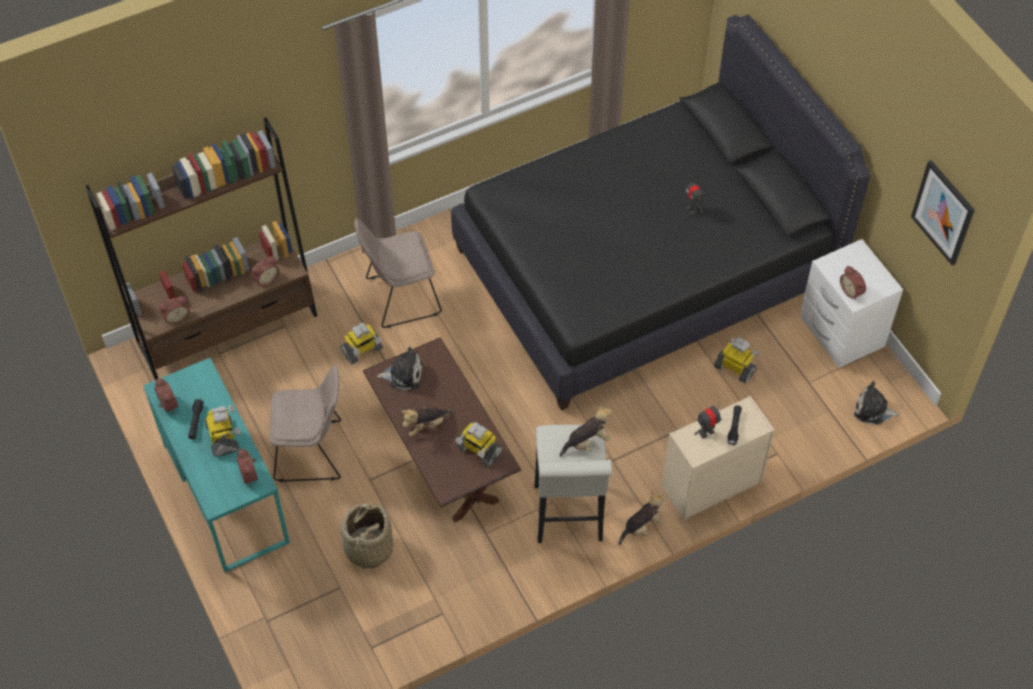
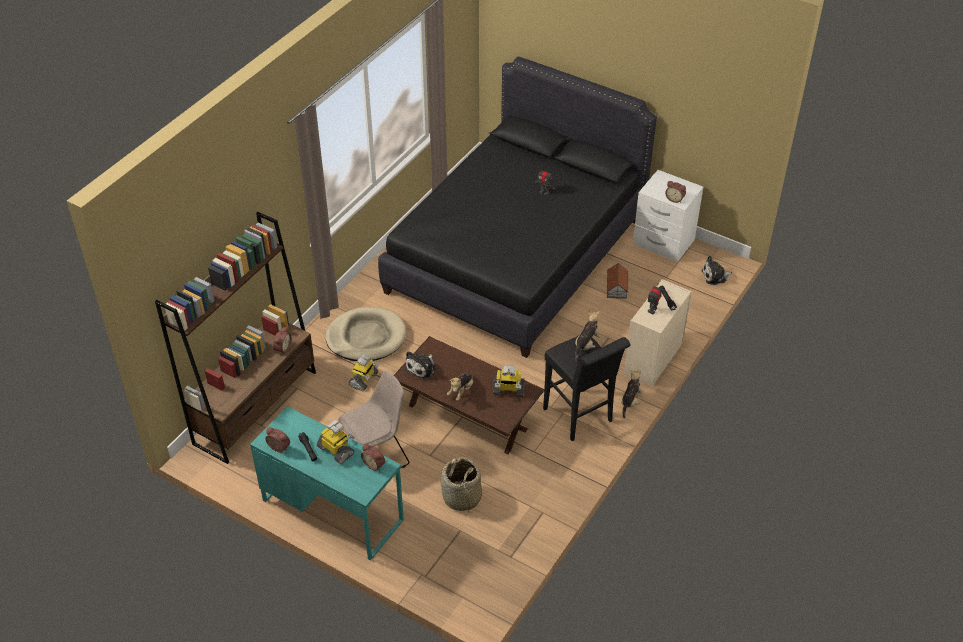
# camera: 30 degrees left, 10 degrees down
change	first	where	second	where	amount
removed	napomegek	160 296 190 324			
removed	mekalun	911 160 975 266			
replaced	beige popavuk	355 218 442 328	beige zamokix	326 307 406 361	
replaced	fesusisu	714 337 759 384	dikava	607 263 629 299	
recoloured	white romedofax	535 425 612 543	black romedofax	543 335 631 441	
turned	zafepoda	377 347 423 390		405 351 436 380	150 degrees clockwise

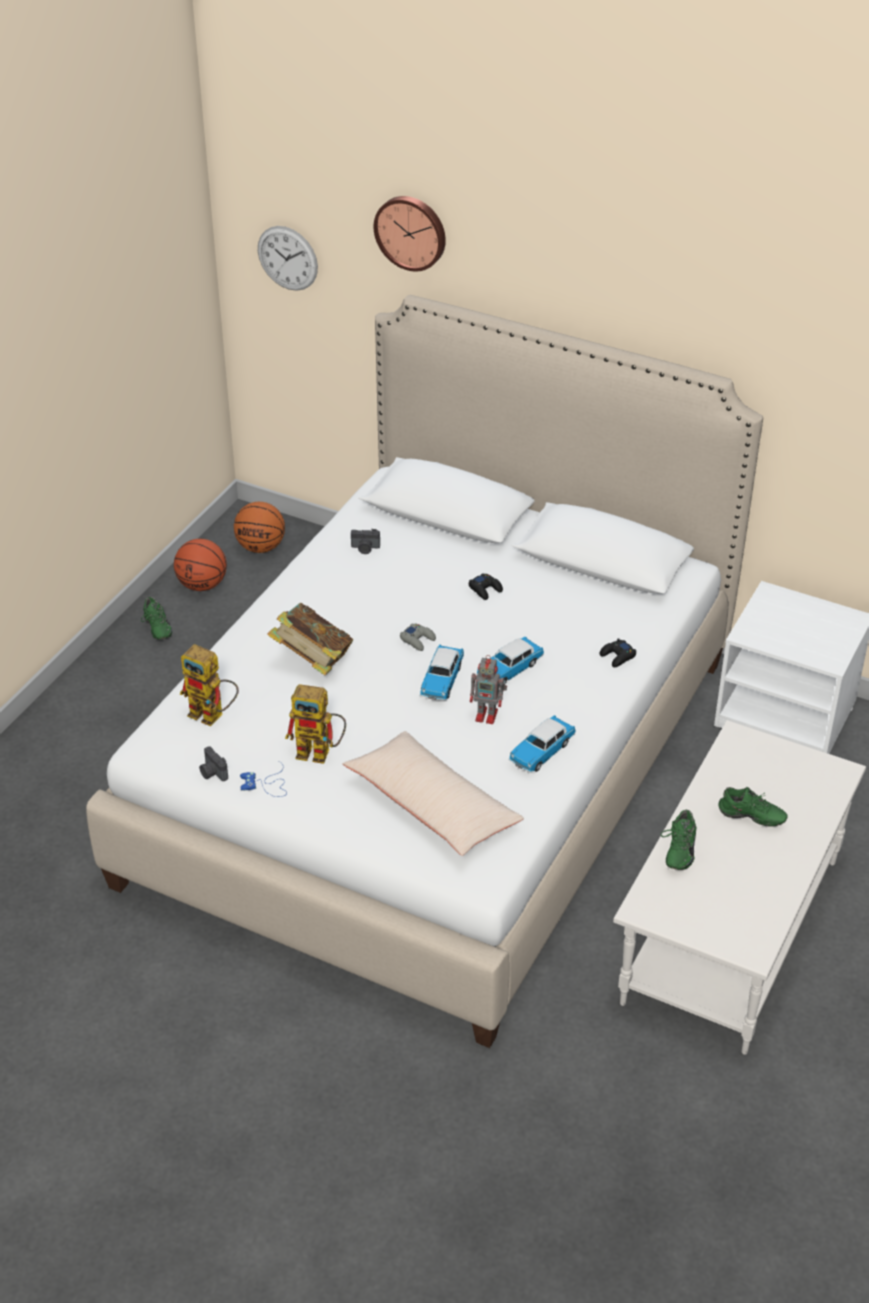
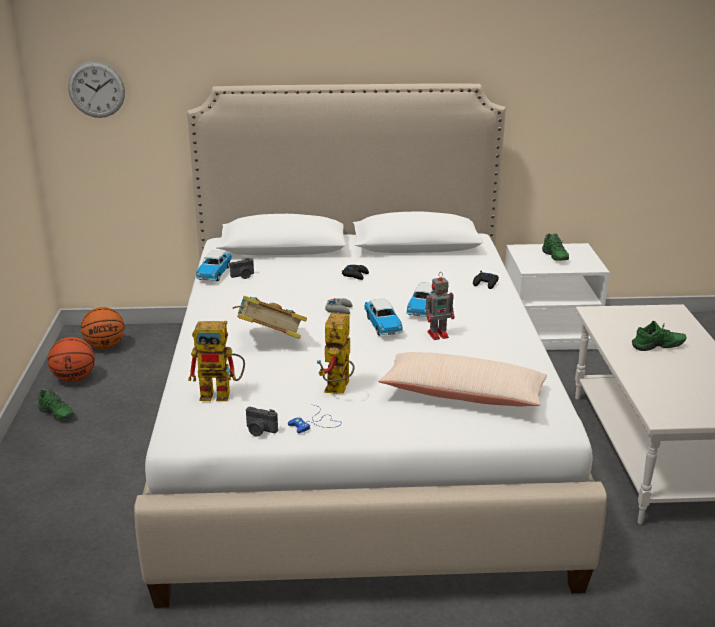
# camera: 30 degrees left, 15 degrees down
change	first	where	second	where	amount
removed	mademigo	374 196 446 271			
moved	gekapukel	509 715 576 773		196 250 232 281	
moved	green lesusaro	661 810 696 870		542 233 569 261	
turned	fesusisu	285 684 346 764		317 312 355 394	120 degrees clockwise

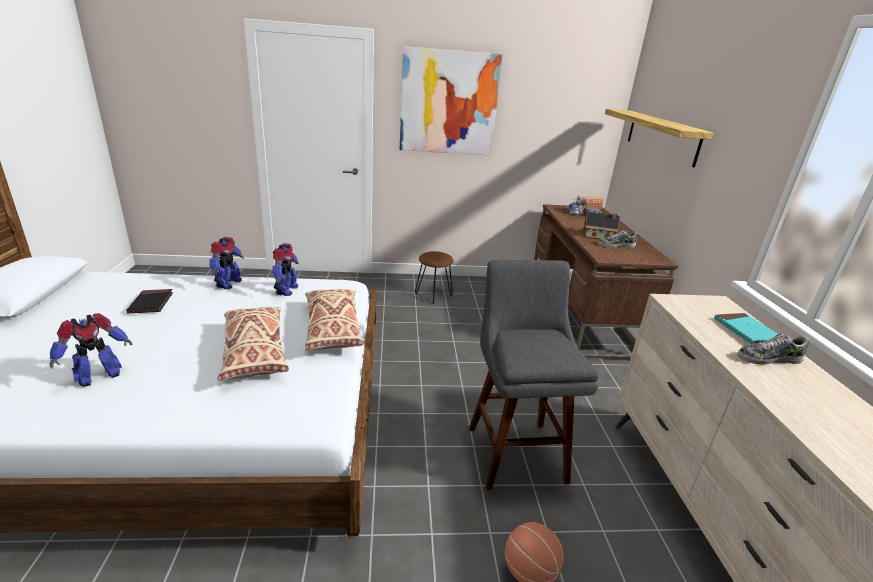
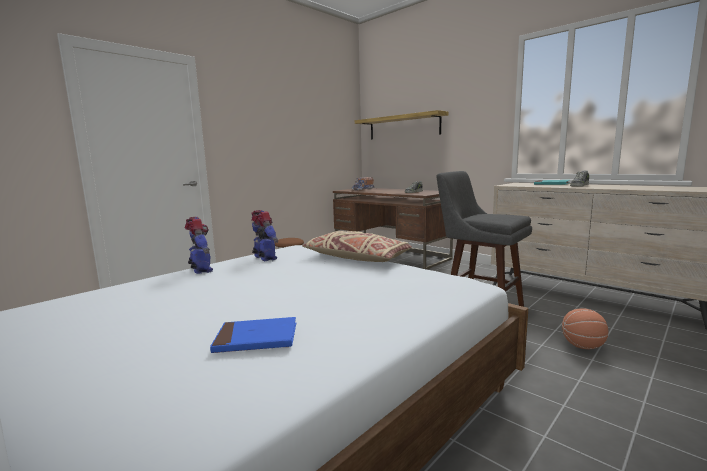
# camera: 40 degrees left, 15 degrees down
change	first	where	second	where	amount
removed	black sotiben	127 289 173 314			
removed	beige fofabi	218 307 289 381			
removed	mekalun	400 46 503 155			
removed	dikava	583 212 620 239			
replaced	fesusisu	49 313 132 387	blue sotiben	210 317 296 353	

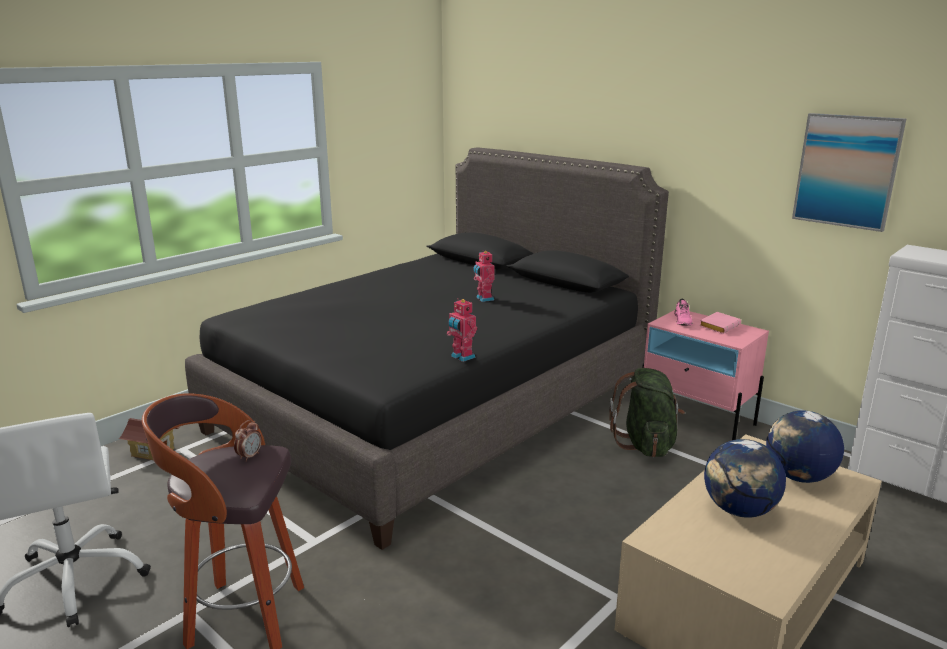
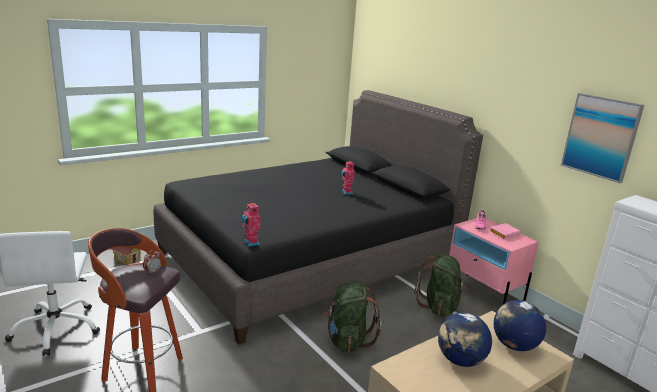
# camera: 10 degrees right, 0 degrees up
change	first	where	second	where	amount
added			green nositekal	323 281 382 352	
moved	fesusisu	447 298 477 362		242 202 260 247	

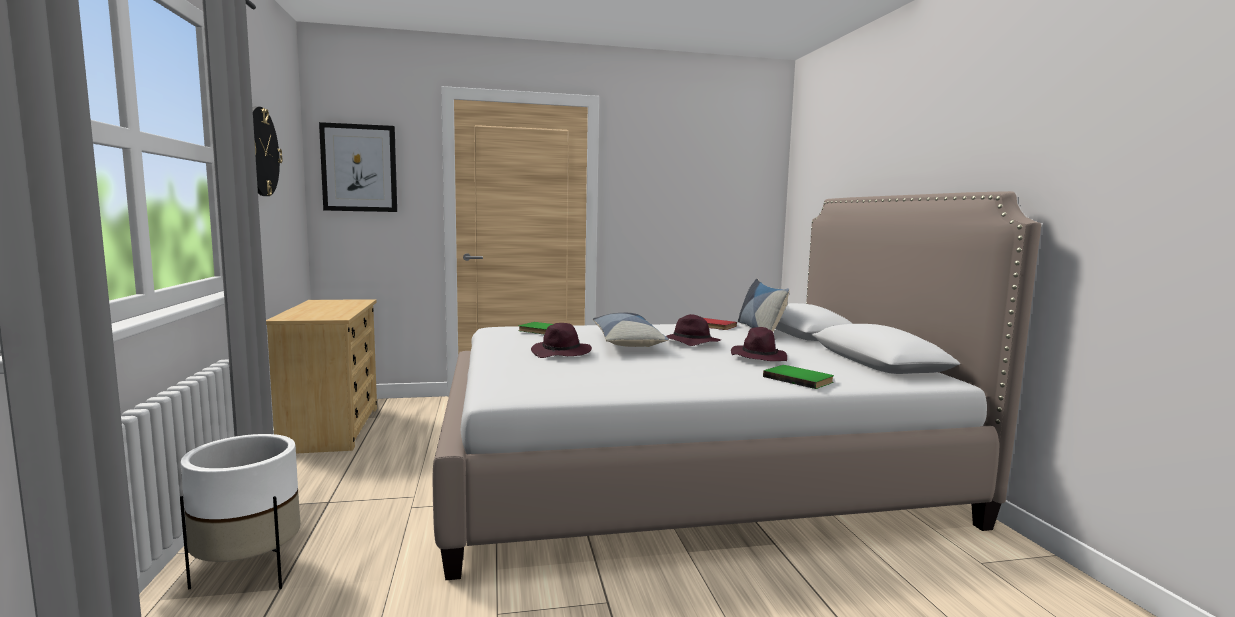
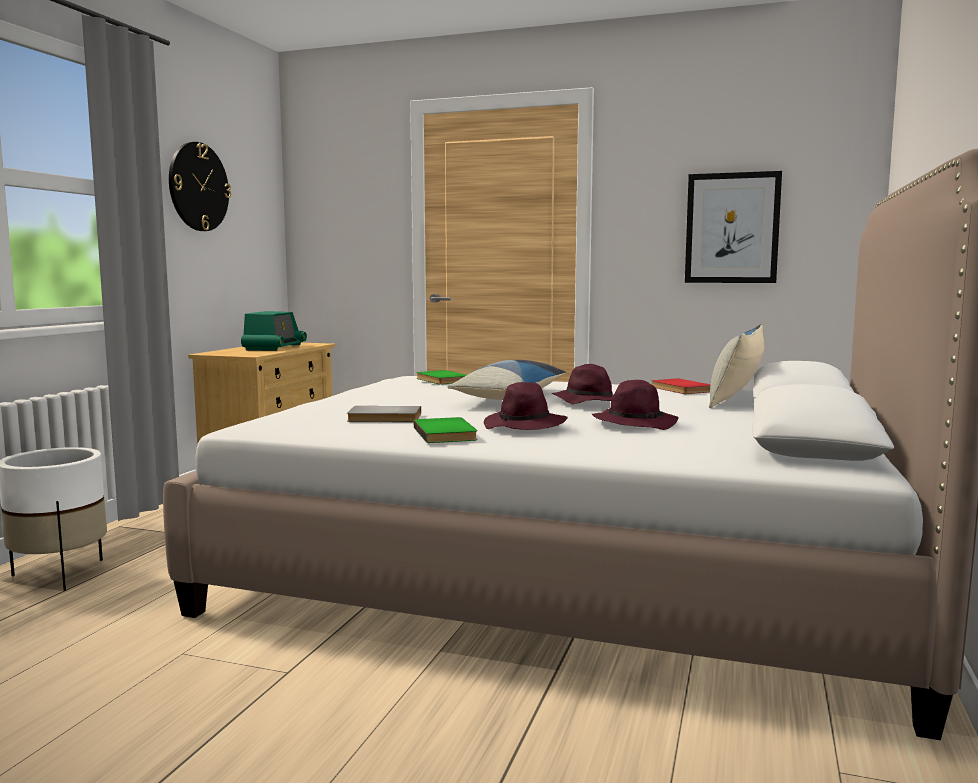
# camera: 30 degrees right, 0 degrees up
change	first	where	second	where	amount
added			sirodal	241 311 307 351	
added			grey sotiben	347 406 421 422	
moved	mekalun	319 122 397 212		685 171 782 283	
moved	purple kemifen	531 323 592 358		484 382 568 430	
moved	green sotiben	763 365 834 389		413 417 478 443	

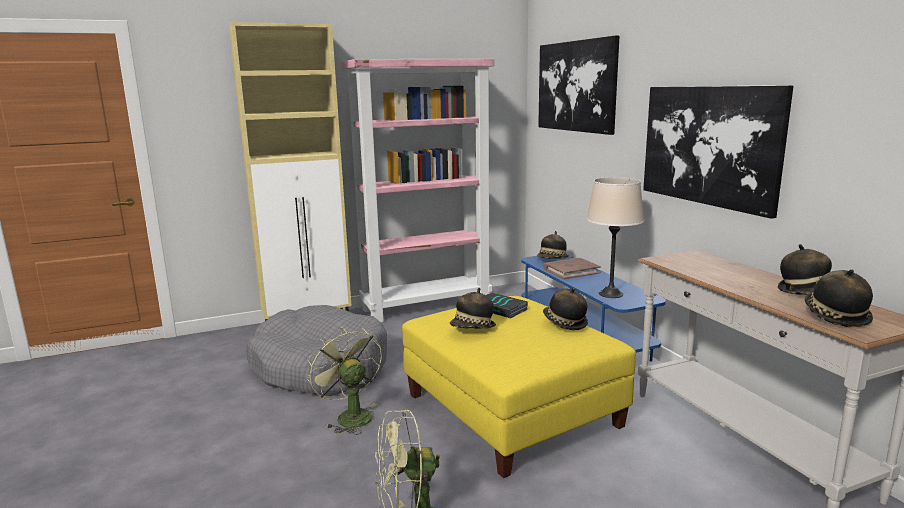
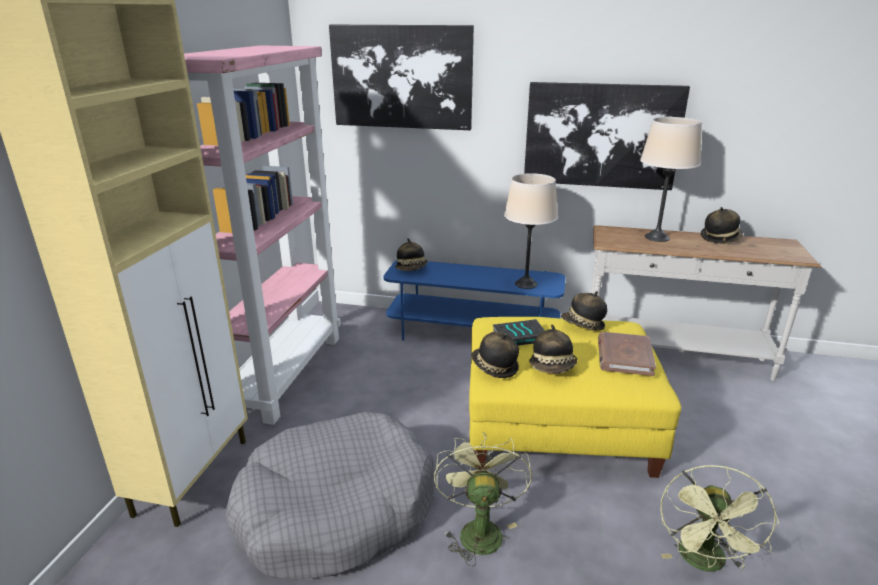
# camera: 55 degrees left, 10 degrees up
change	first	where	second	where	amount
added			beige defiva	640 117 702 242	
moved	brown sotiben	544 258 601 279		598 332 656 376	
moved	kemifen	804 269 873 327		471 332 519 378	
turned	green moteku	306 327 382 435		434 432 532 566	90 degrees clockwise

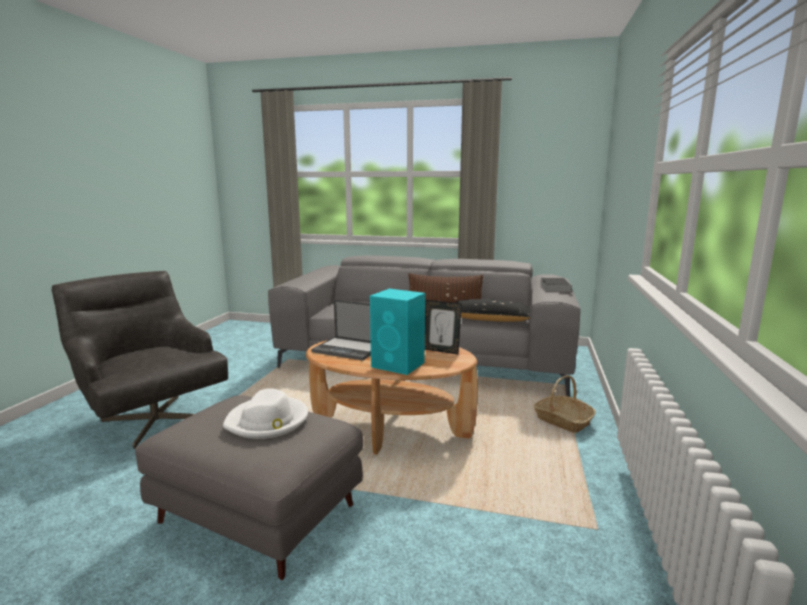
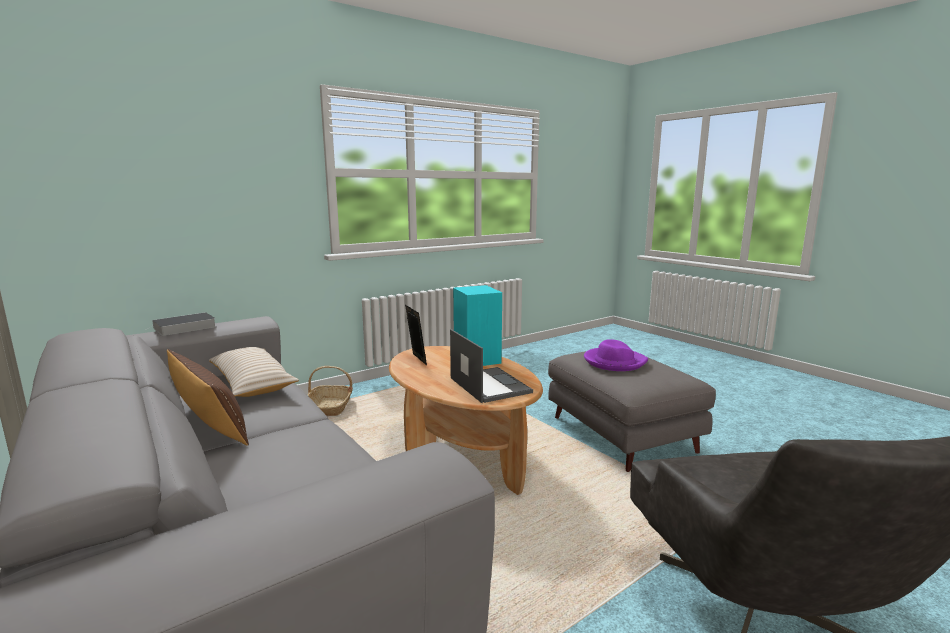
# camera: 140 degrees left, 0 degrees up
change	first	where	second	where	amount
recoloured	white kemifen	223 388 308 439	purple kemifen	584 339 648 371	
recoloured	black fofabi	455 299 530 322	beige fofabi	209 347 299 397	

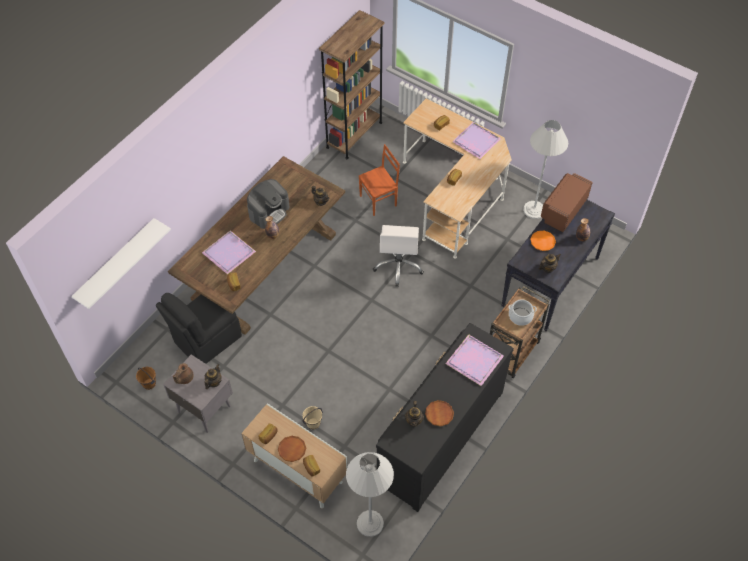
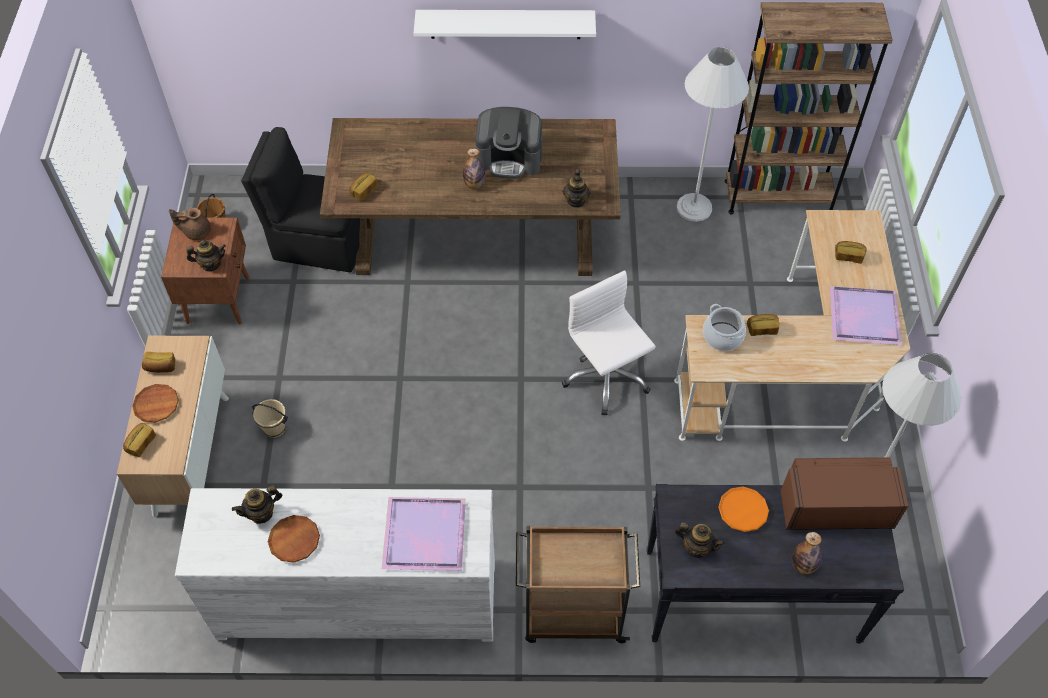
# camera: 55 degrees right, 0 degrees up
change	first	where	second	where	amount
removed	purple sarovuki	202 230 256 275			
removed	brown popavuk	359 144 400 216			
moved	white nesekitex	71 218 171 309		414 10 596 39	
moved	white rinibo	346 452 394 537		676 47 749 222	
moved	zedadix	509 299 537 326		703 304 746 351	
recoloured	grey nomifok	163 354 233 433	brown nomifok	161 217 250 324	
recoloured	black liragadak	376 323 514 512	white liragadak	175 488 495 642	
turned	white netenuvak	373 225 424 287		562 270 656 415	90 degrees clockwise

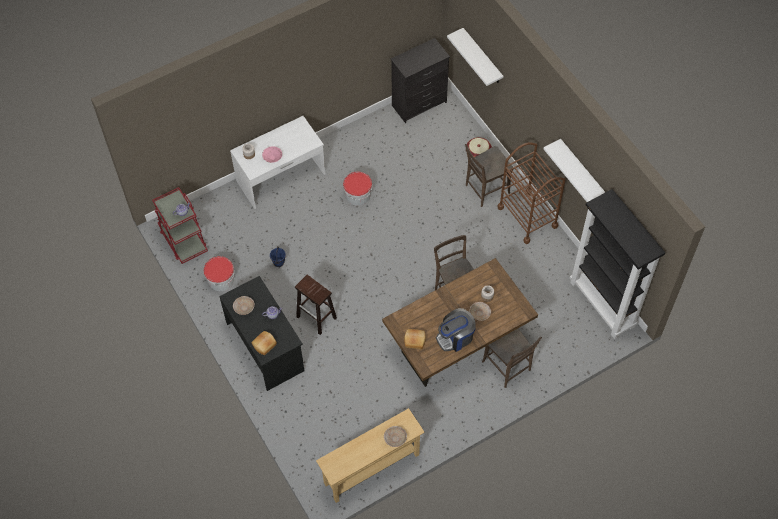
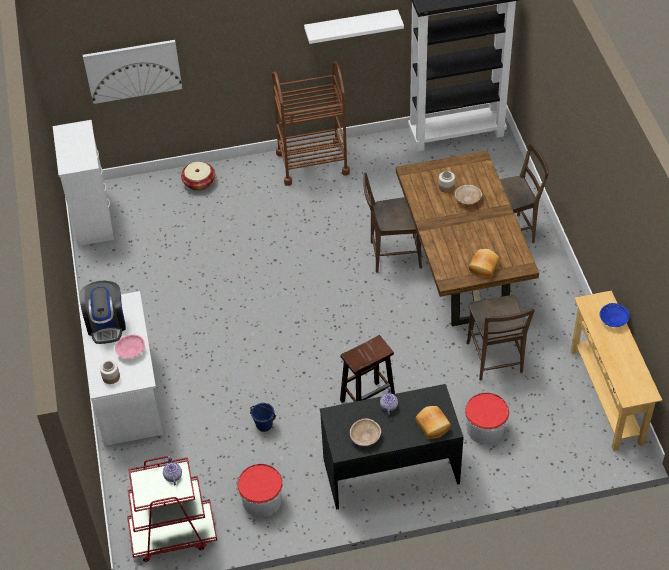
# camera: 70 degrees left, 10 degrees down
change	first	where	second	where	amount
moved	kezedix	343 171 372 206		465 392 509 445	
moved	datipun	436 308 476 352		79 281 126 344	
moved	brown popavuk	465 144 513 207		466 295 535 381	
replaced	white nesekitex	447 28 503 86	mekalun	83 40 183 104	
recoloured	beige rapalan	384 426 407 447	blue rapalan	600 303 630 327	
recoloured	black liragadak	391 38 450 123	white liragadak	53 120 114 246	

